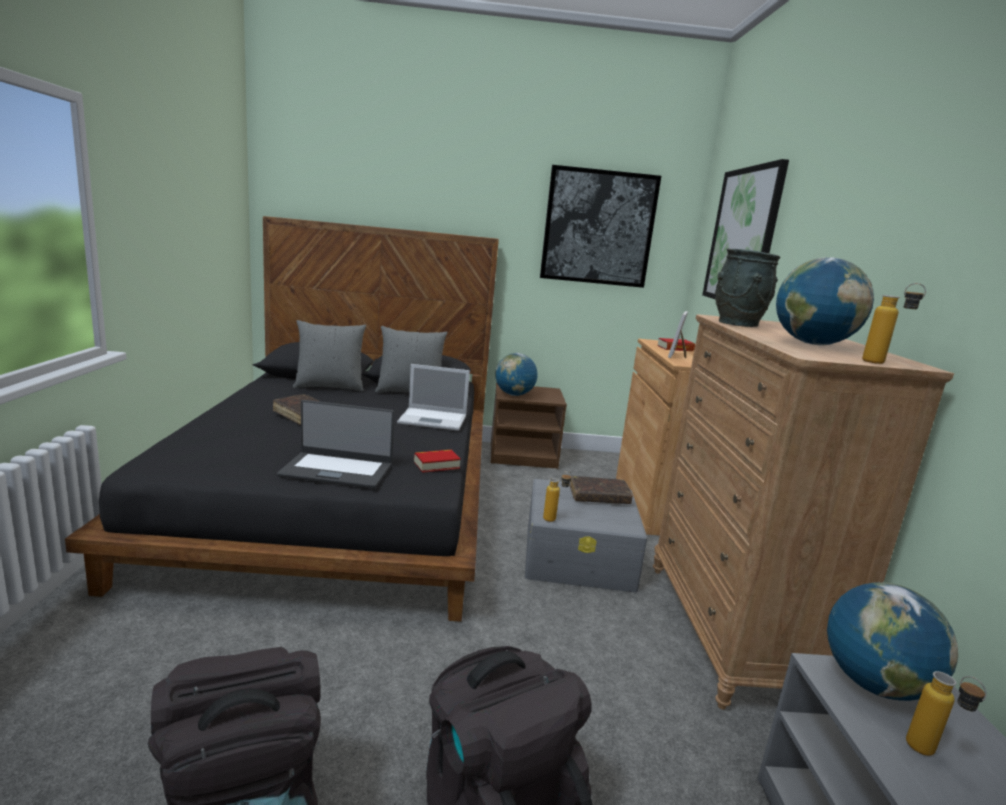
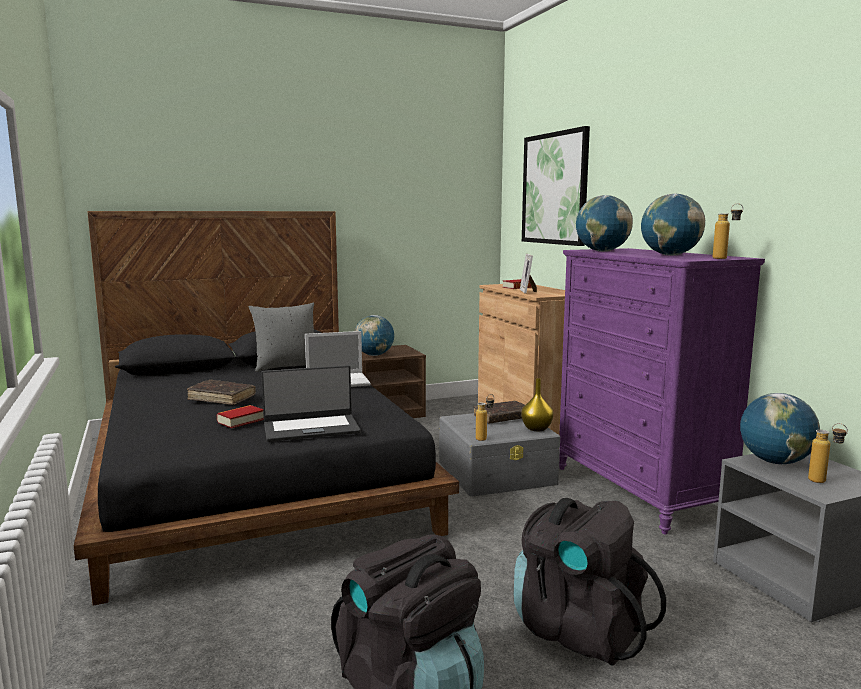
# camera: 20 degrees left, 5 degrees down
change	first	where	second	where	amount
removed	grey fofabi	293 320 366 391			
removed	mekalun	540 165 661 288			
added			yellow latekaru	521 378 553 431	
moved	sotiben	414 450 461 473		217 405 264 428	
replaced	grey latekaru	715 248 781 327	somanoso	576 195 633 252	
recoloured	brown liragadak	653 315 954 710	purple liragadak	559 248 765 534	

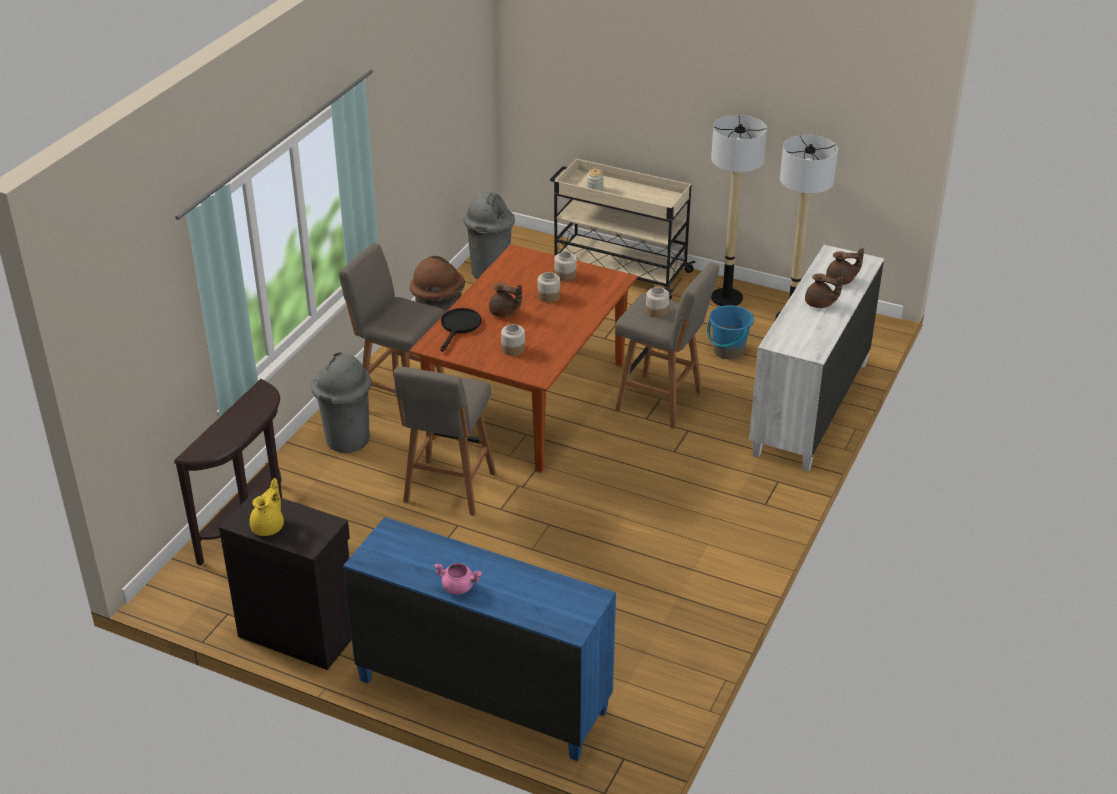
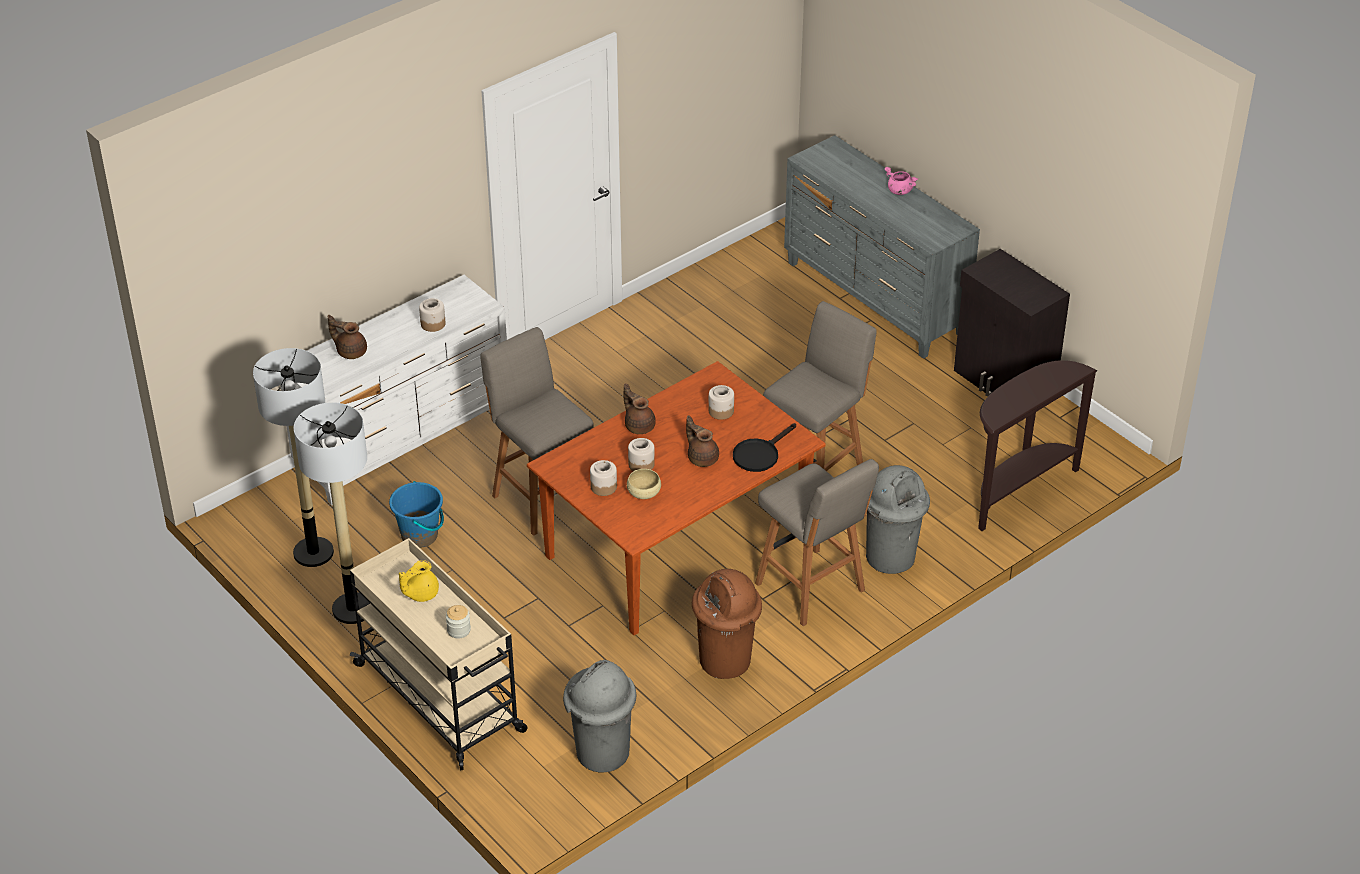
# camera: 155 degrees left, 5 degrees up
change	first	where	second	where	amount
added			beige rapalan	627 469 661 499	
moved	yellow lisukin	250 478 284 536		399 560 439 602	
moved	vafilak	646 287 669 318		419 298 446 332	
moved	brown lisukin	805 273 843 308		624 383 656 434	
recoloured	blue liragadak	343 517 616 761	grey liragadak	784 135 980 359	

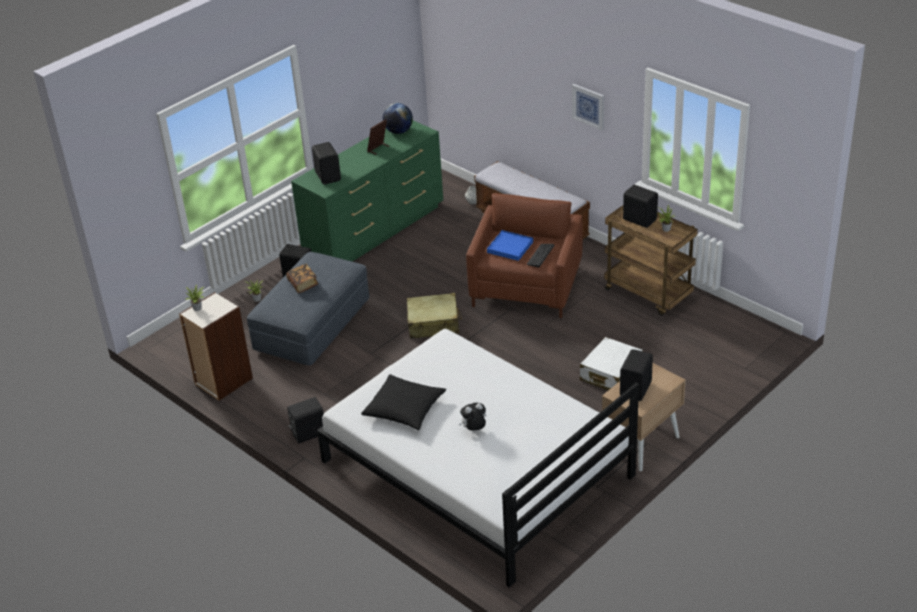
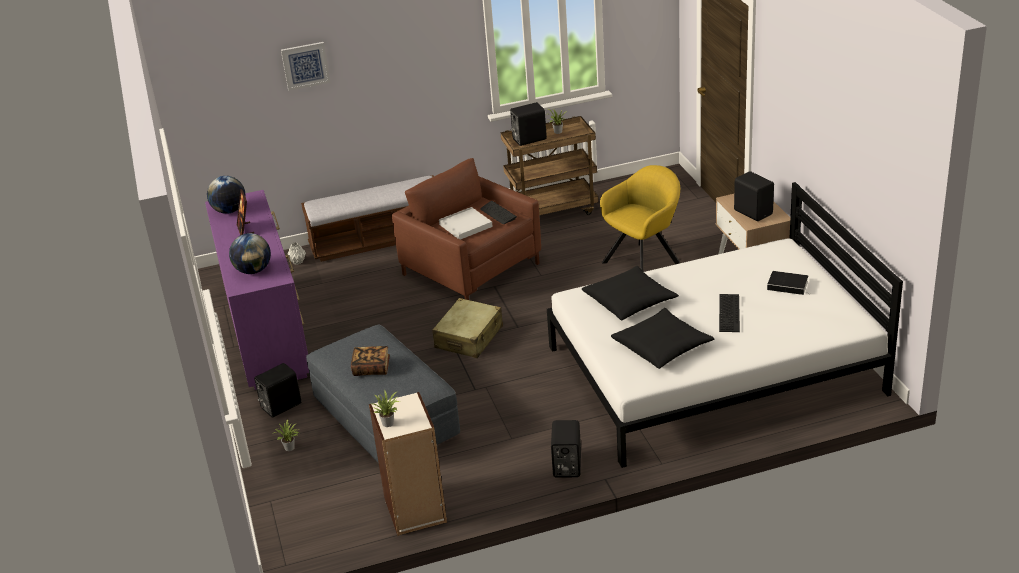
# camera: 60 degrees left, 5 degrees down
change	first	where	second	where	amount
added			black fofabi	582 266 679 320	
added			sotiben	767 271 811 295	
moved	mekalun	572 84 604 130		281 42 330 91	
replaced	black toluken	312 142 341 185	somanoso	229 233 271 274	
replaced	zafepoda	459 403 487 431	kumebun	719 294 740 332	
replaced	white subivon	580 337 643 390	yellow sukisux	600 165 680 272	
recoloured	green liragadak	291 120 443 262	purple liragadak	205 190 309 390	
recoloured	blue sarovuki	487 230 533 261	white sarovuki	439 207 493 240	

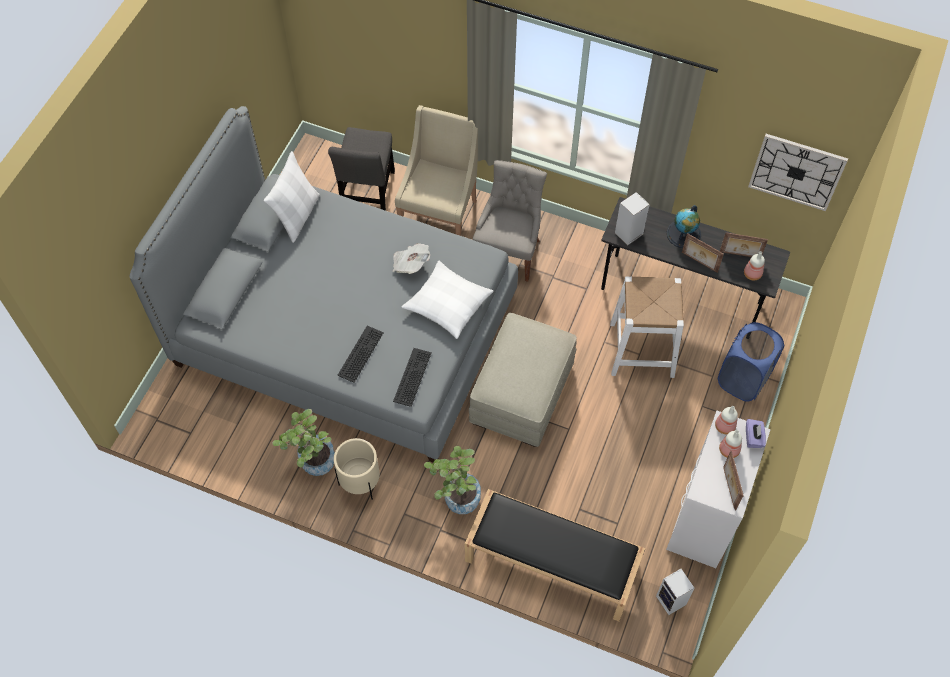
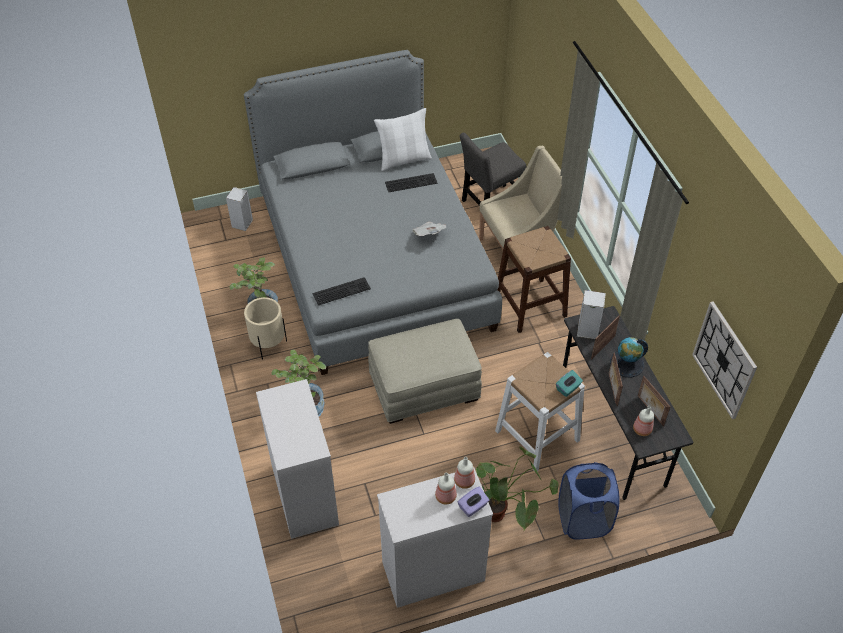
# camera: 50 degrees right, 10 degrees down
change	first	where	second	where	amount
removed	white fofabi	401 261 493 339			
added			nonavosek	476 446 558 530	
added			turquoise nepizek	556 370 583 397	
moved	kumebun	337 326 384 383		385 173 438 192	
moved	toluken	656 569 694 615		226 187 253 231	
moved	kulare	723 451 744 510		591 315 620 359	
replaced	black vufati	465 489 645 621	white liragadak	256 379 339 539	
replaced	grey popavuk	473 160 547 282	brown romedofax	497 226 571 333	

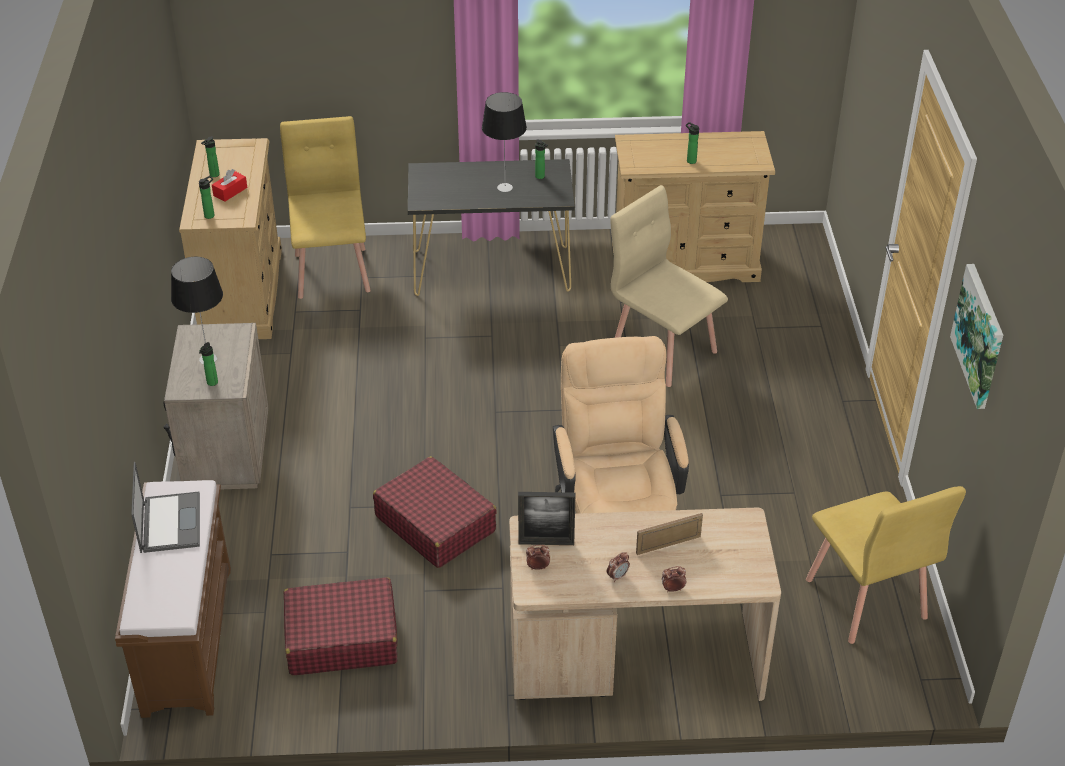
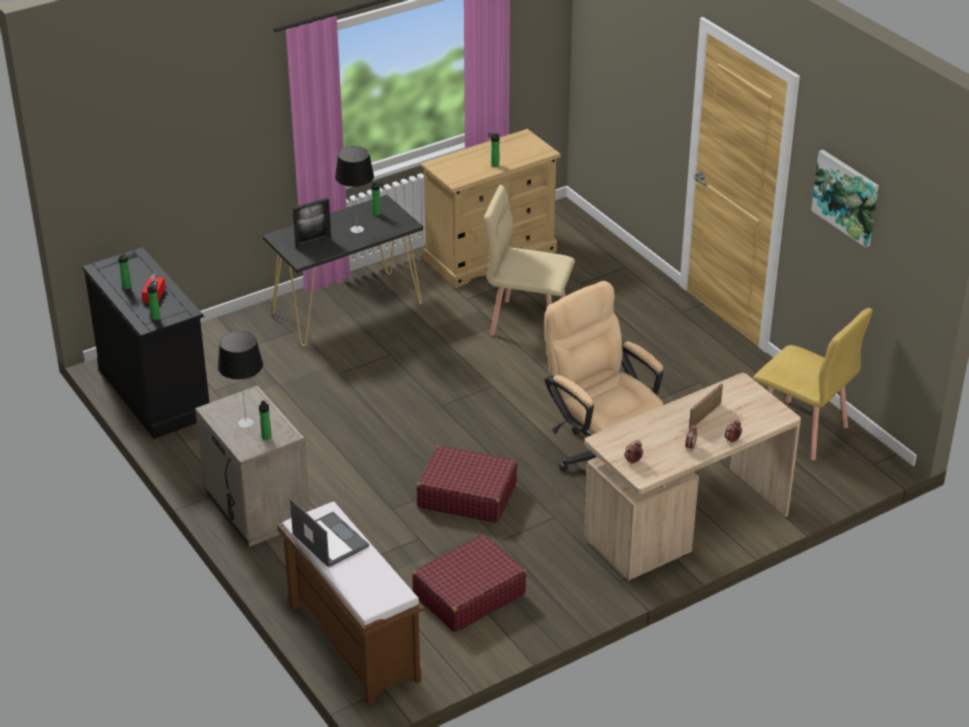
# camera: 30 degrees left, 5 degrees down
change	first	where	second	where	amount
removed	yellow popavuk	280 116 371 299			
moved	kulare	518 492 575 545		293 198 331 249	
recoloured	beige liragadak	179 138 282 339	black liragadak	82 247 210 439	

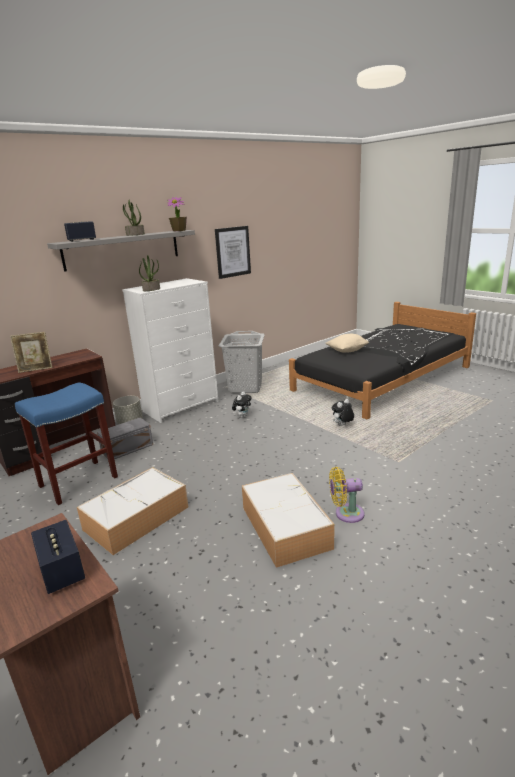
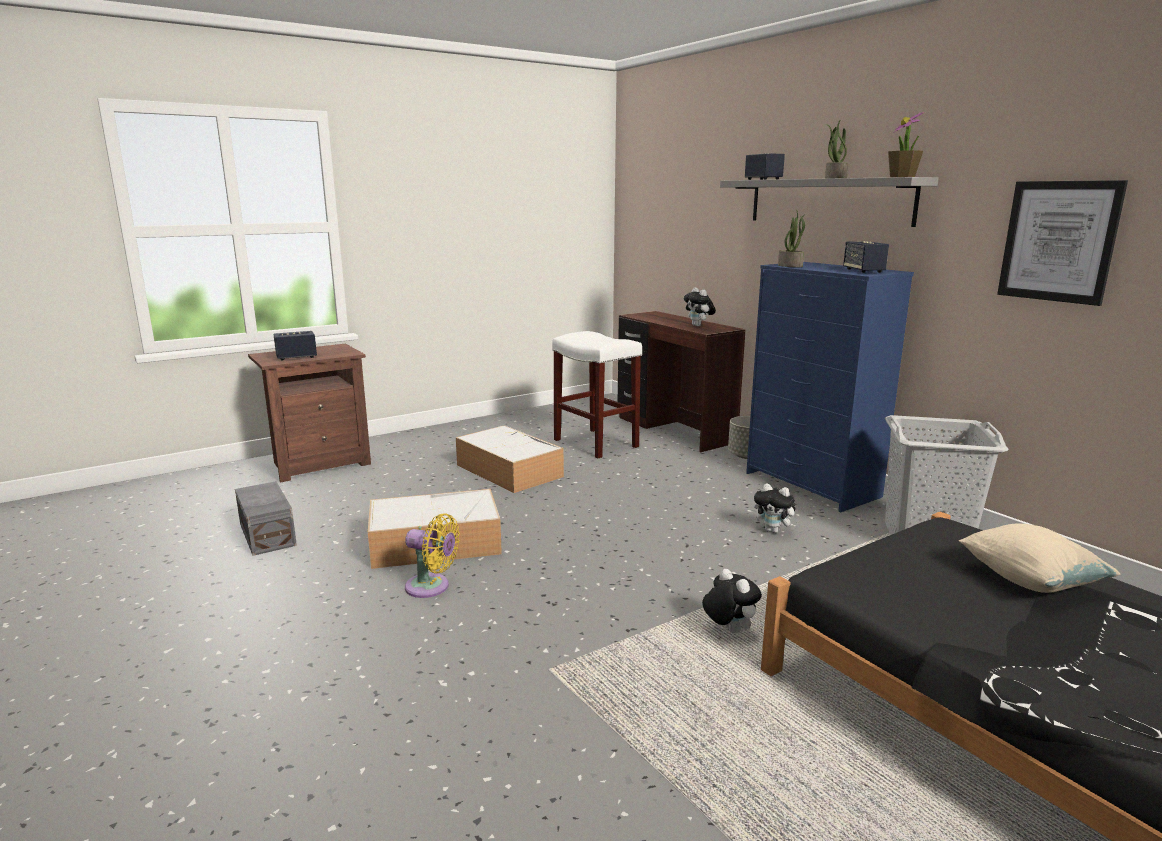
# camera: 95 degrees right, 5 degrees down
change	first	where	second	where	amount
removed	kulare	10 332 52 373			
added			zafepoda	684 288 716 326	
added			toluken	843 241 889 273	
moved	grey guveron	97 418 153 459		235 481 297 556	
recoloured	blue romedofax	15 382 118 505	white romedofax	552 331 642 458	
recoloured	white liragadak	122 278 219 423	blue liragadak	746 262 914 512	
turned	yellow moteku	329 467 365 523		405 513 460 598	105 degrees clockwise

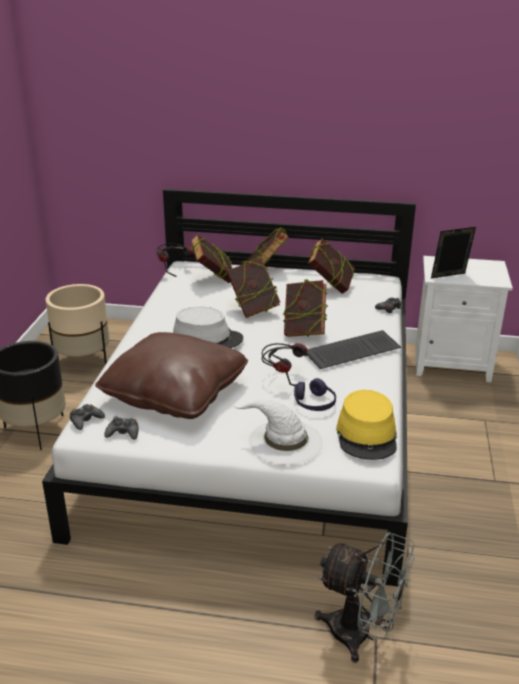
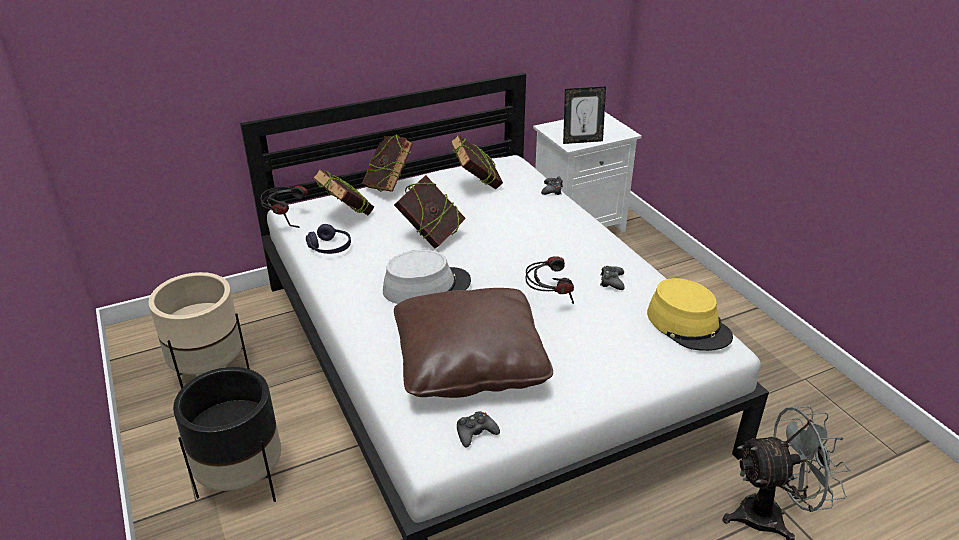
# camera: 35 degrees left, 5 degrees up
change	first	where	second	where	amount
removed	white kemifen	233 399 323 465			
removed	sotiben	283 279 328 337			
removed	kumebun	304 330 401 369			
moved	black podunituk	70 404 105 430		600 266 625 290	
moved	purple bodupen	294 378 336 411		306 224 351 254	
turned	kulare	431 227 476 279		563 86 606 144	135 degrees counterclockwise

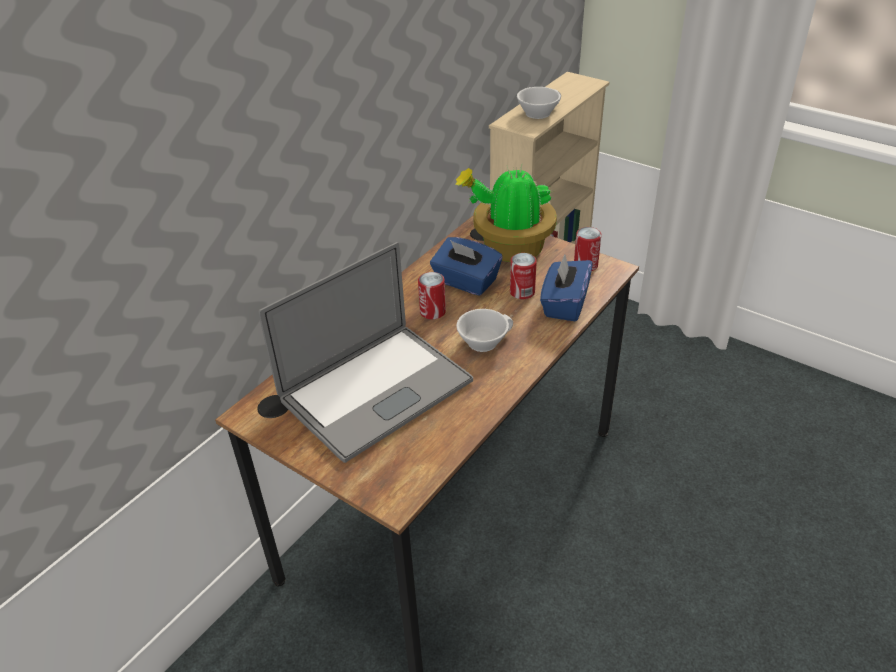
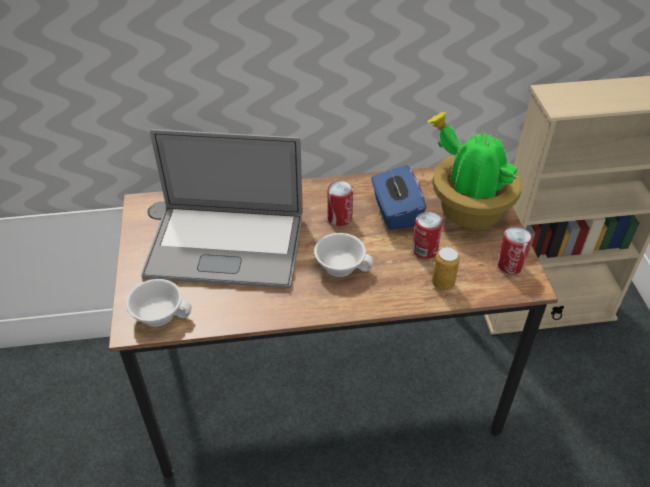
# camera: 45 degrees right, 5 degrees up
change	first	where	second	where	amount
moved	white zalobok	517 87 561 119		126 279 192 327	
replaced	blue nepizek	540 254 592 321	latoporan	432 247 460 290	

